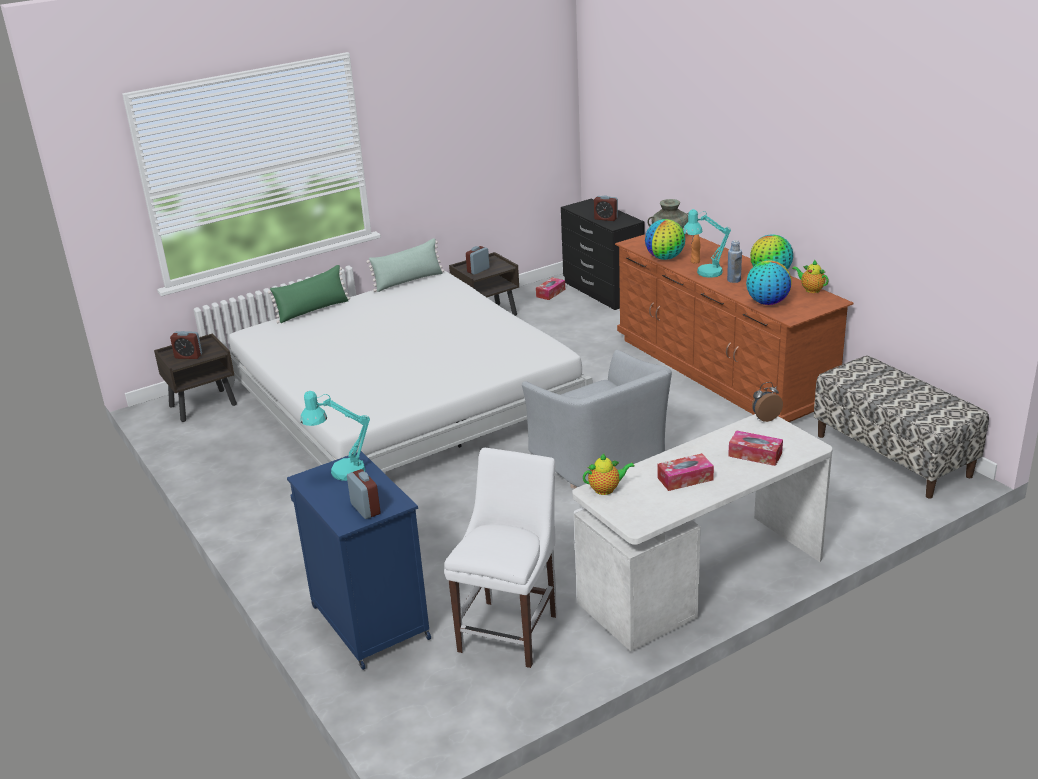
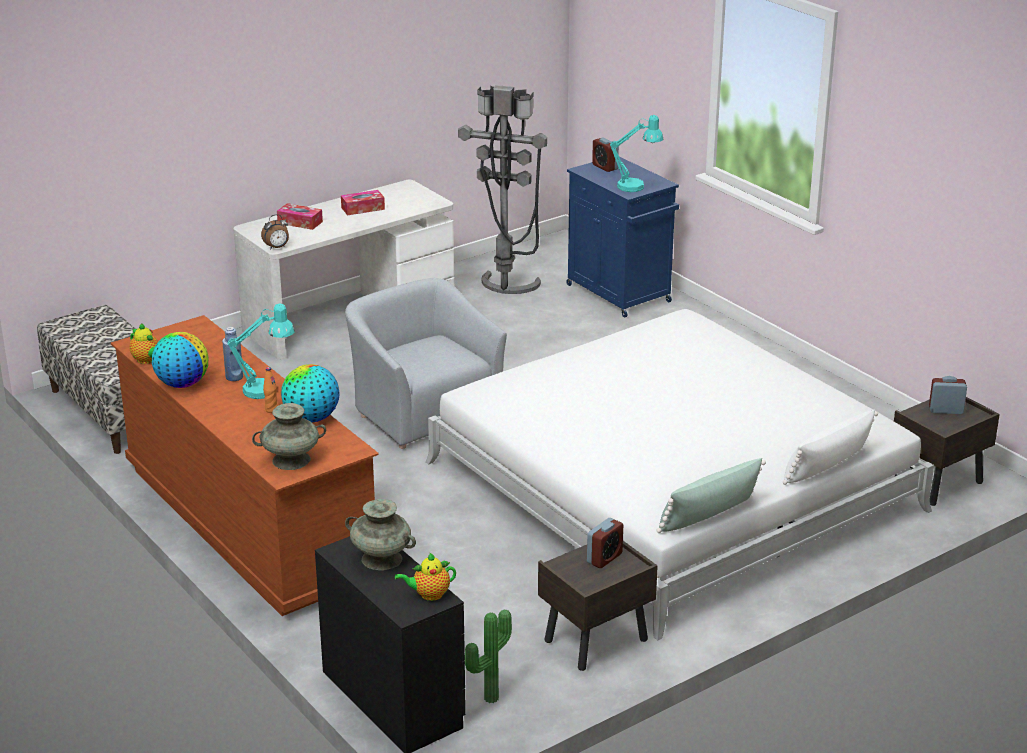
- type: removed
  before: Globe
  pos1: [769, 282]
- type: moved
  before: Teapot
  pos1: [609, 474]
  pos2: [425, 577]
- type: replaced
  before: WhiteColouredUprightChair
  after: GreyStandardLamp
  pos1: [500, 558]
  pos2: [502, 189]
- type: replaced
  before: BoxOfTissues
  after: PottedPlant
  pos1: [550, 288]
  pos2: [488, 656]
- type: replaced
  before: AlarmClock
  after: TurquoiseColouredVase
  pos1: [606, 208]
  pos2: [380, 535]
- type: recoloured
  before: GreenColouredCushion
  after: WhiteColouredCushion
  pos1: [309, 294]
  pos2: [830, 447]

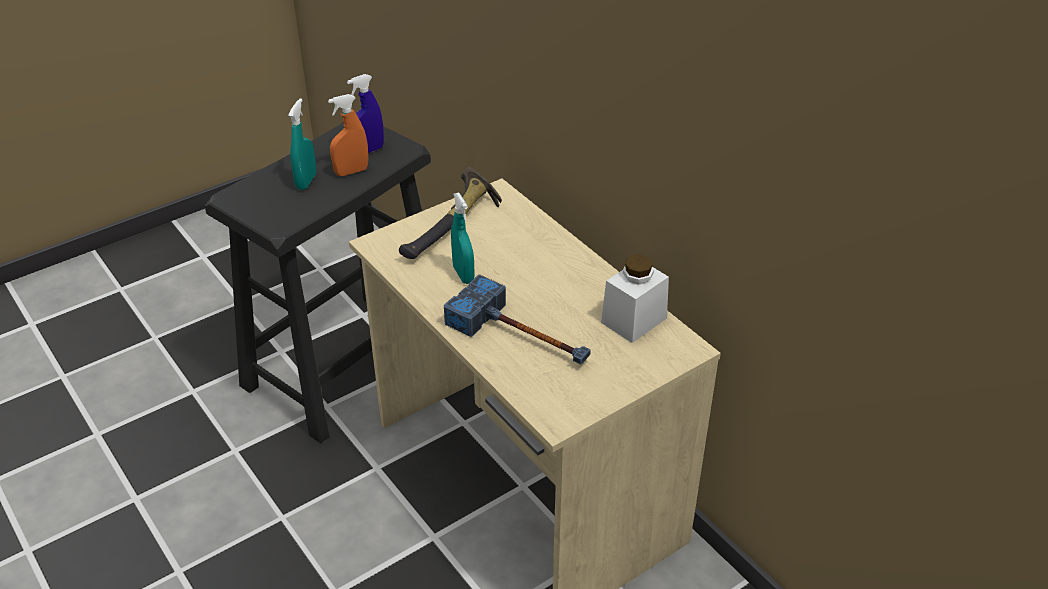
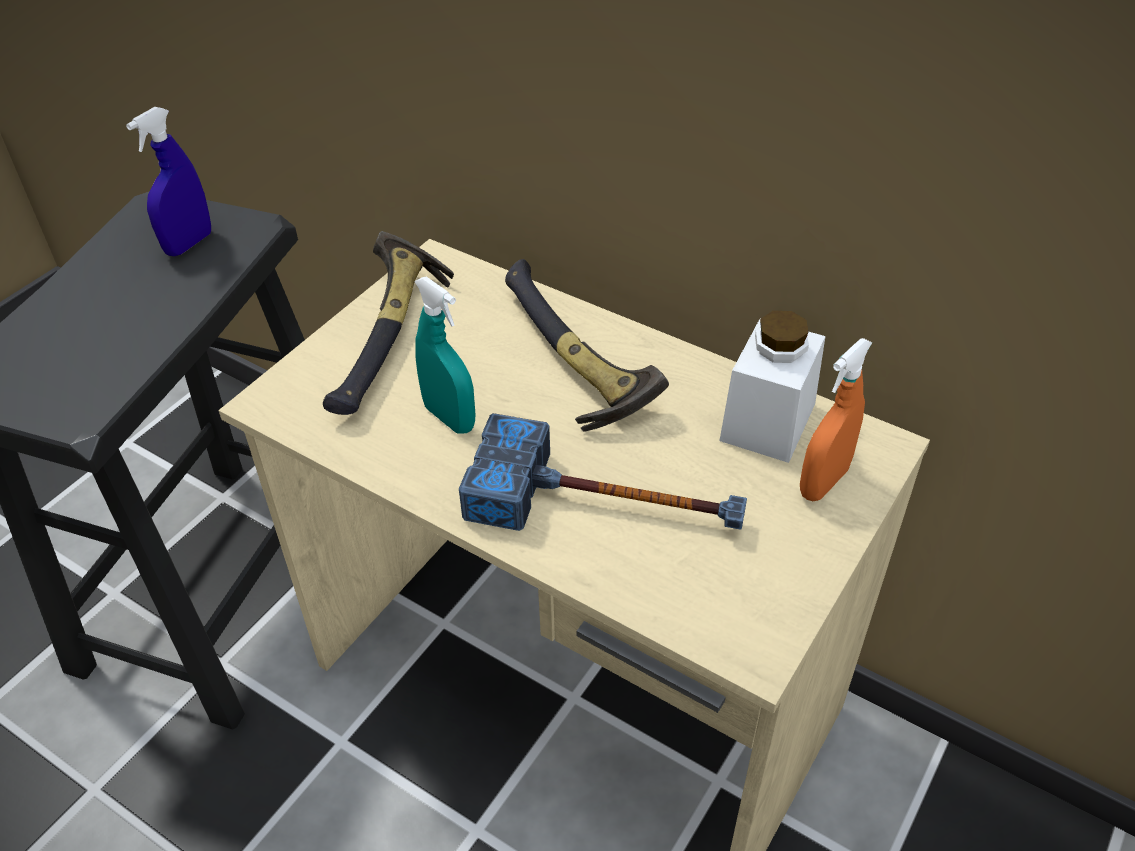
- type: removed
  before: TurquoiseColouredSprayer
  pos1: [302, 144]
- type: added
  after: Hammer
  pos2: [587, 345]
- type: moved
  before: OrangeySprayer
  pos1: [348, 135]
  pos2: [836, 419]

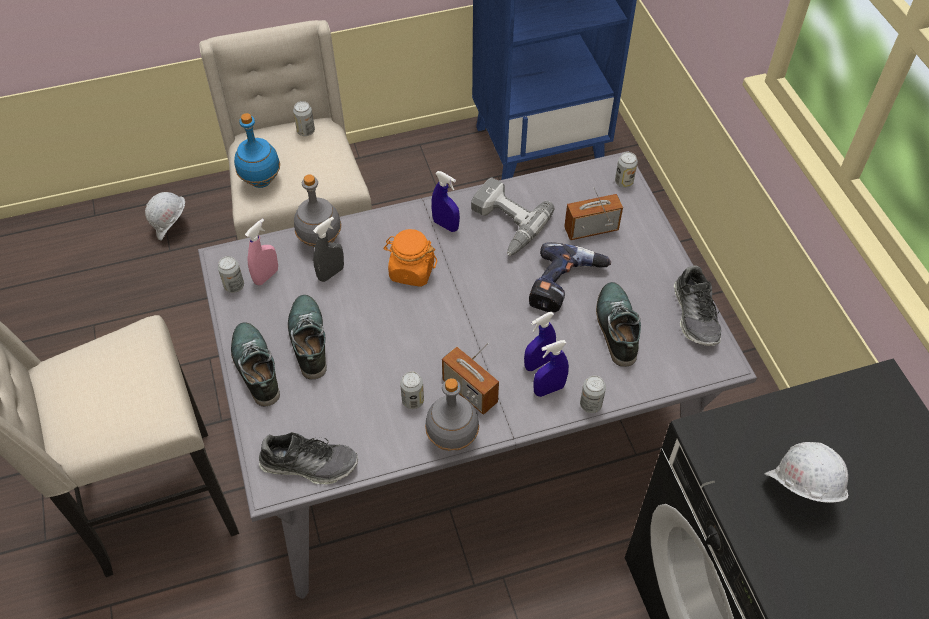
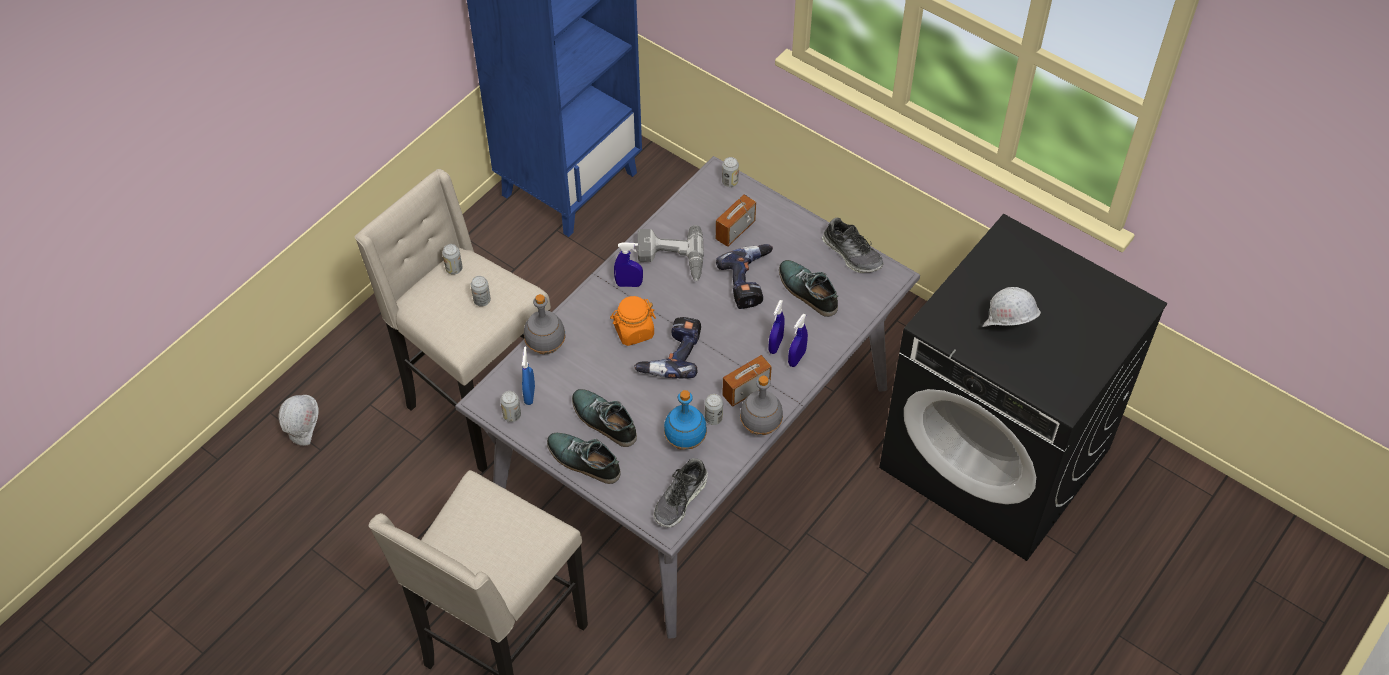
- type: removed
  before: GreySprayer
  pos1: [328, 249]
- type: added
  after: ElectricDrill
  pos2: [667, 348]
- type: moved
  before: BlueBeverageBottle
  pos1: [257, 150]
  pos2: [685, 420]
- type: moved
  before: MetalCan
  pos1: [593, 394]
  pos2: [481, 291]
- type: recoloured
  before: PinkColouredSprayer
  after: BlueSprayer
  pos1: [261, 251]
  pos2: [528, 376]
- type: turned
  before: ItemOfFootwear
  pos1: [308, 458]
  pos2: [680, 492]
  turn: 150
- type: turned
  before: RadioSet
  pos1: [470, 379]
  pos2: [747, 381]
  turn: 135

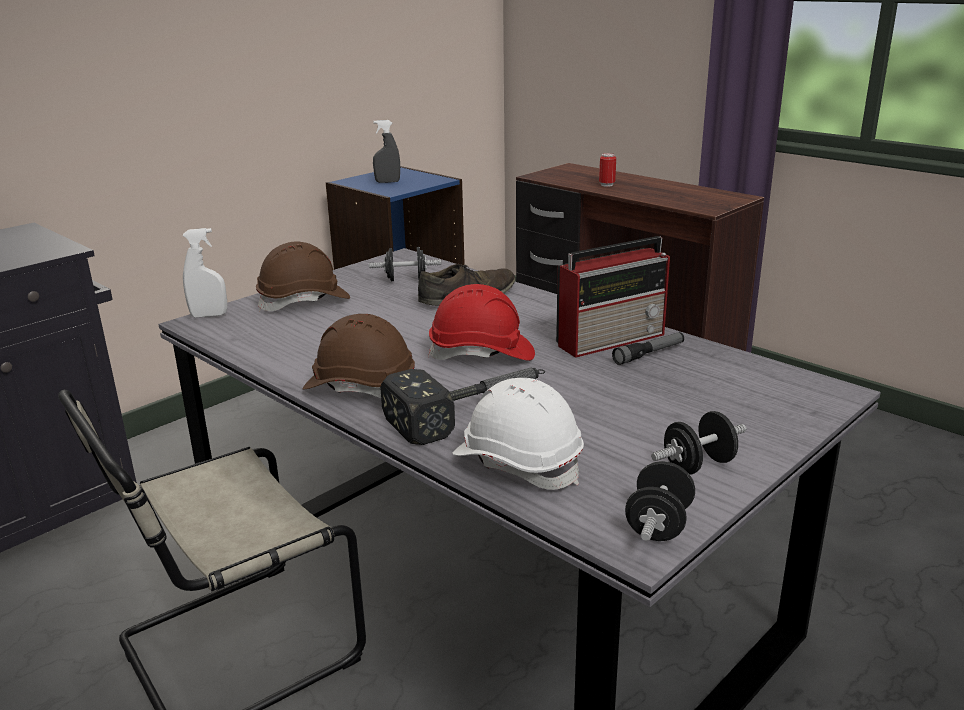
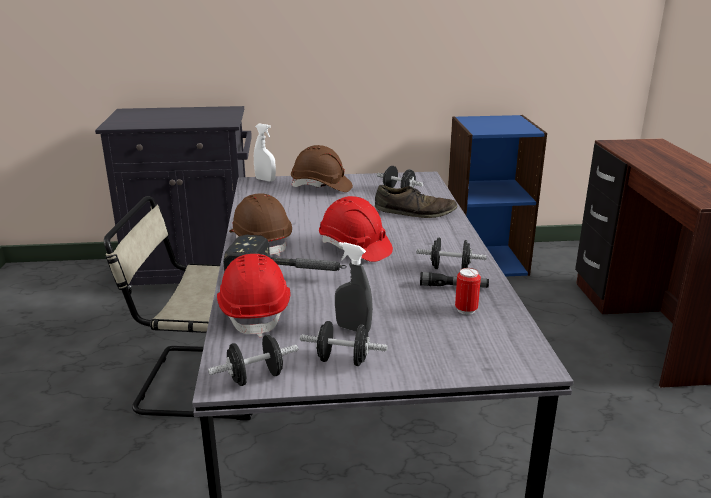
- type: moved
  before: GreySprayer
  pos1: [386, 151]
  pos2: [354, 287]
- type: moved
  before: MetalCan
  pos1: [607, 170]
  pos2: [468, 291]
- type: replaced
  before: RadioSet
  after: BlackHandWeight
  pos1: [613, 297]
  pos2: [451, 253]
- type: recoloured
  before: WhiteColouredHardHat
  after: RedHardHat
  pos1: [518, 434]
  pos2: [253, 295]

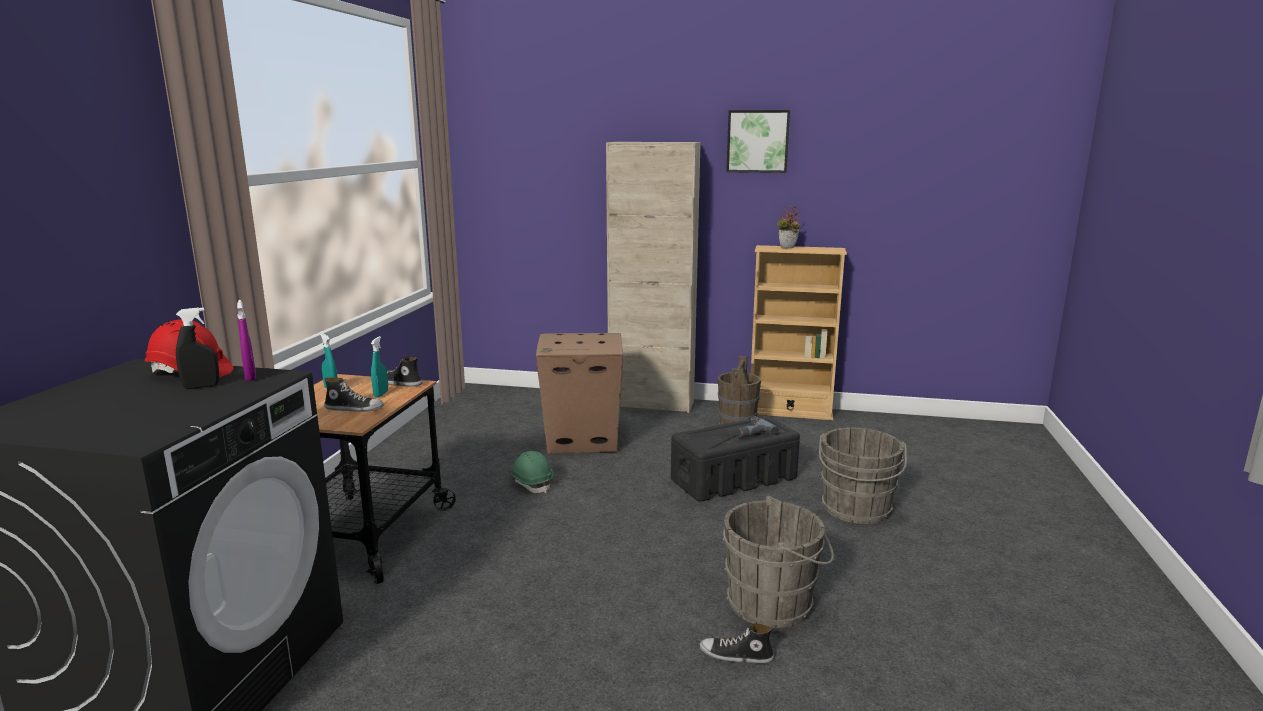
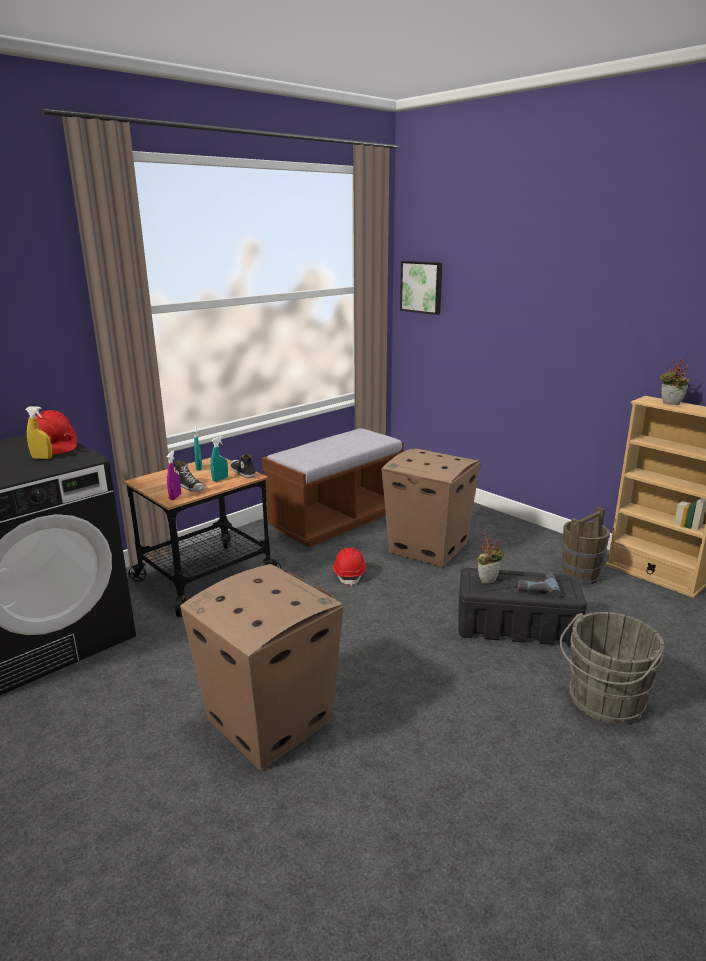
- type: removed
  before: SandColouredStorageCabinet
  pos1: [653, 277]
- type: removed
  before: ItemOfFootwear
  pos1: [737, 643]
- type: removed
  before: GreyBucket
  pos1: [778, 562]
- type: added
  after: CardboardBox
  pos2: [262, 667]
- type: added
  after: BrownishLongSeat
  pos2: [333, 487]
- type: added
  after: PottedPlant
  pos2: [490, 558]
- type: moved
  before: PurpleSprayer
  pos1: [246, 340]
  pos2: [174, 475]
- type: moved
  before: WallArt
  pos1: [758, 141]
  pos2: [421, 288]
- type: recoloured
  before: BlackSprayer
  after: YellowishSprayer
  pos1: [197, 348]
  pos2: [38, 432]
- type: recoloured
  before: GreenColouredHardHat
  after: RedHardHat
  pos1: [531, 472]
  pos2: [349, 567]

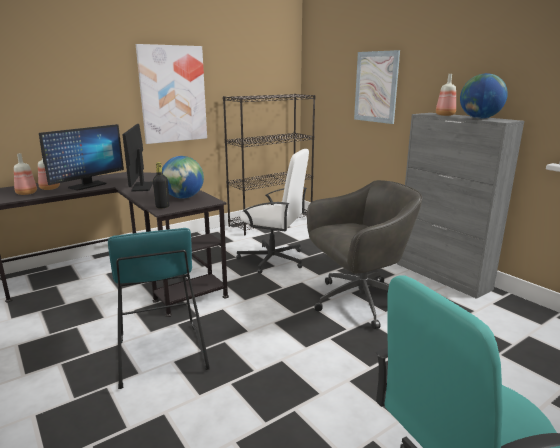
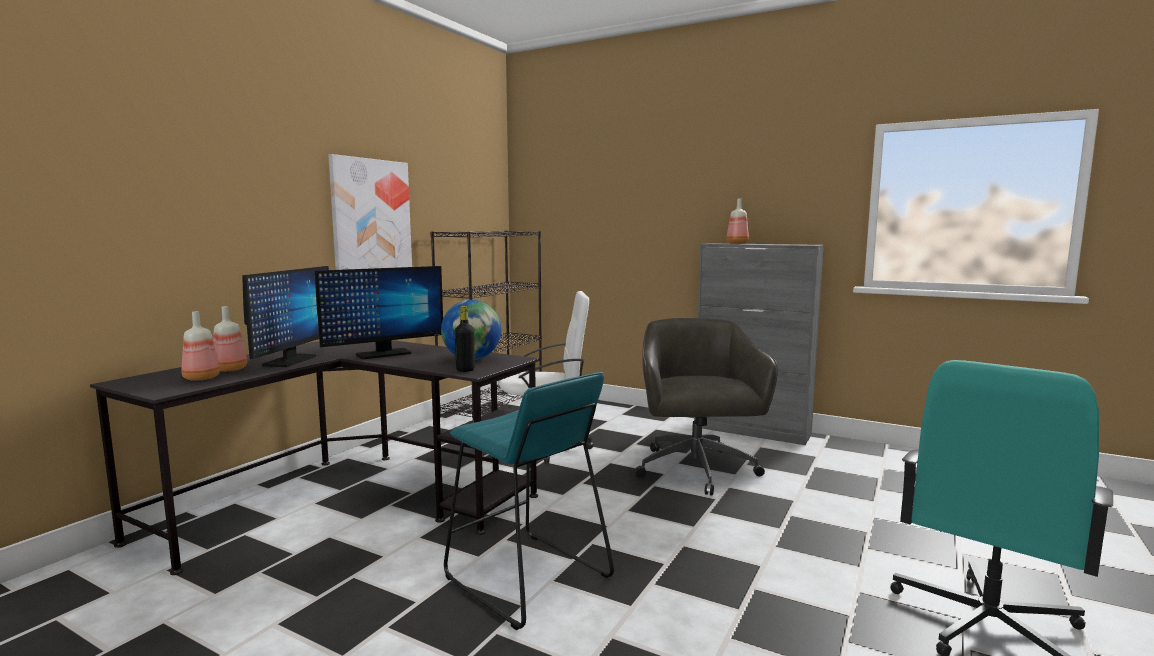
- type: removed
  before: WallArt
  pos1: [377, 87]
- type: removed
  before: Globe
  pos1: [484, 96]
- type: turned
  before: ComputerDisplay
  pos1: [137, 158]
  pos2: [379, 312]
  turn: -90
- type: turned
  before: GreyDeskChair
  pos1: [364, 254]
  pos2: [706, 407]
  turn: -45

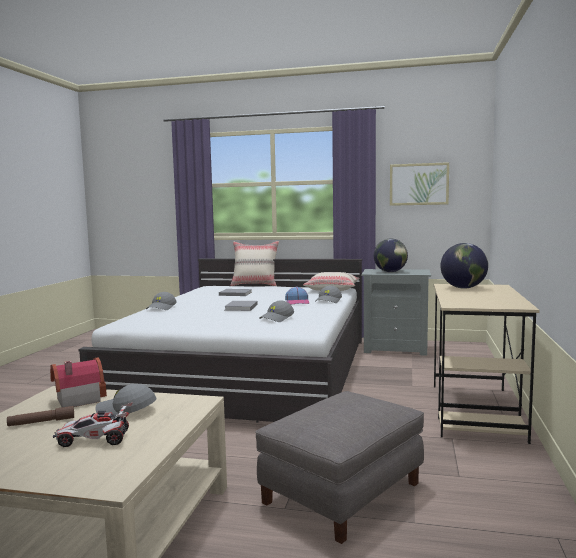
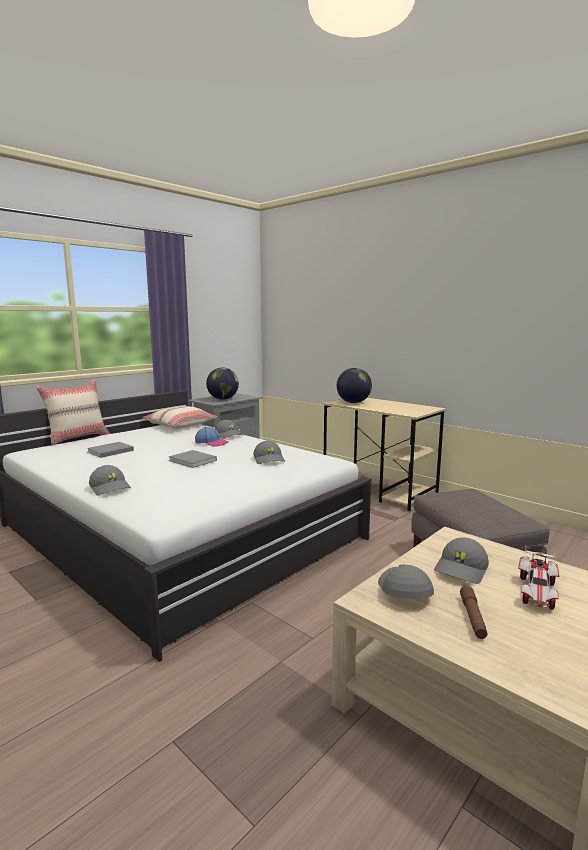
- type: removed
  before: WallArt
  pos1: [419, 184]
- type: replaced
  before: MiniatureHouse
  after: GreyBaseballCap
  pos1: [78, 382]
  pos2: [406, 582]

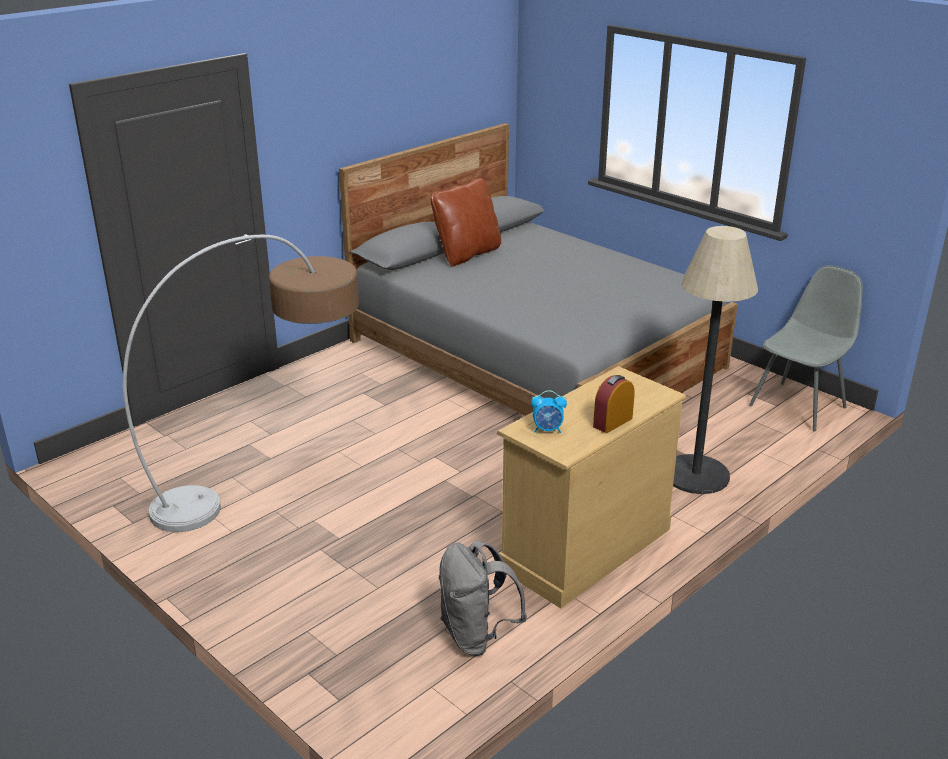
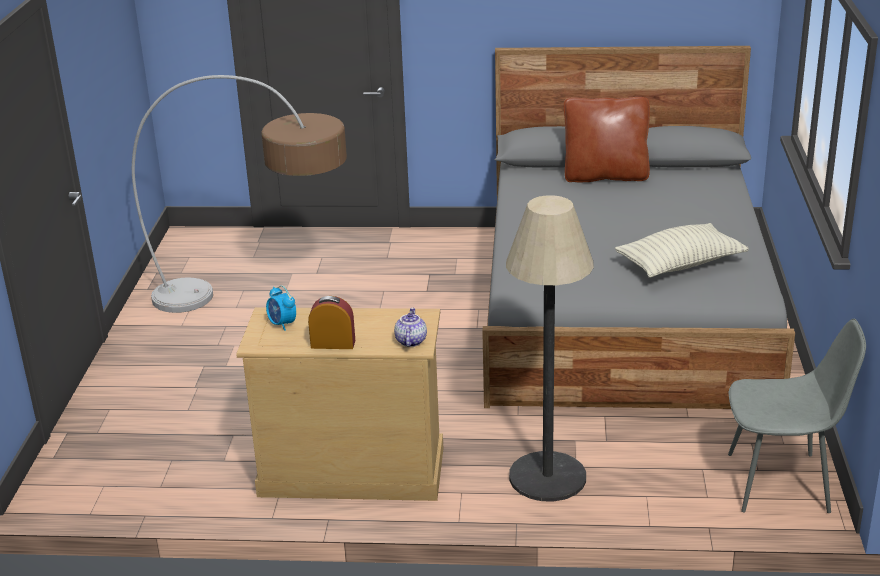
- type: removed
  before: GreyRucksack
  pos1: [483, 598]
- type: added
  after: Teapot
  pos2: [410, 327]
- type: added
  after: Cushion
  pos2: [682, 250]

